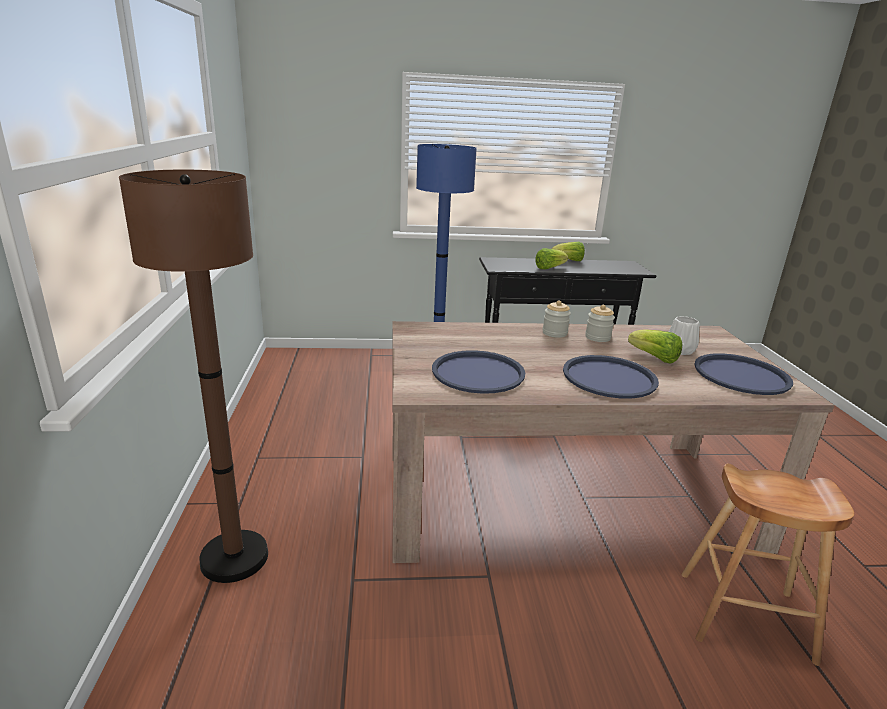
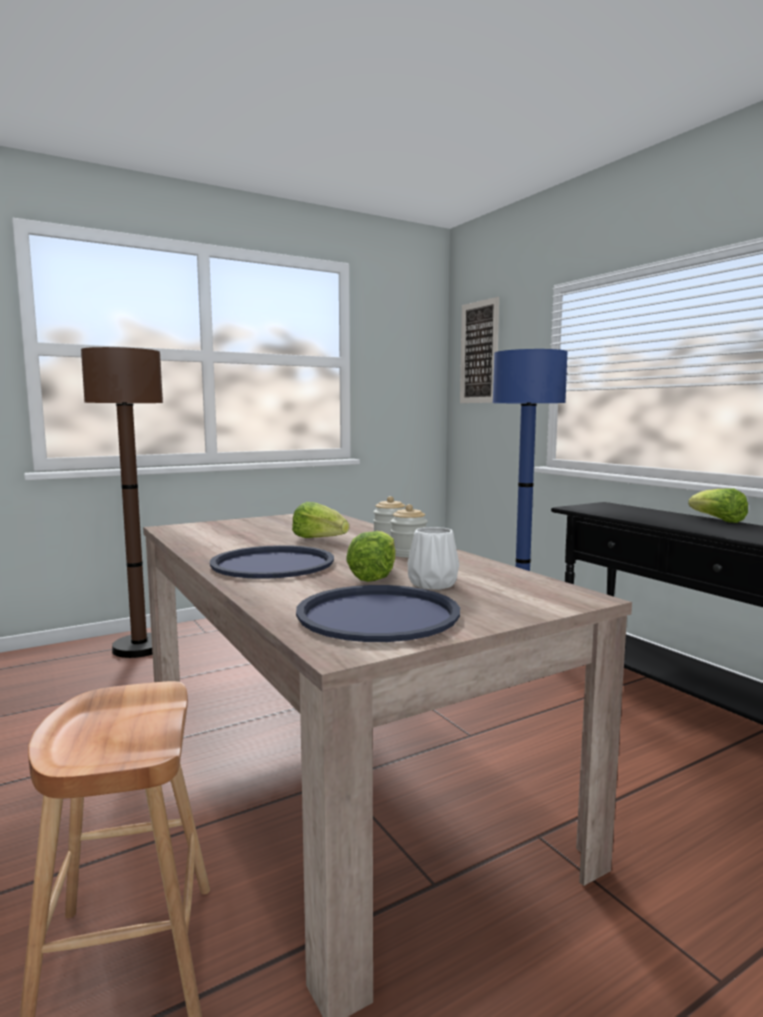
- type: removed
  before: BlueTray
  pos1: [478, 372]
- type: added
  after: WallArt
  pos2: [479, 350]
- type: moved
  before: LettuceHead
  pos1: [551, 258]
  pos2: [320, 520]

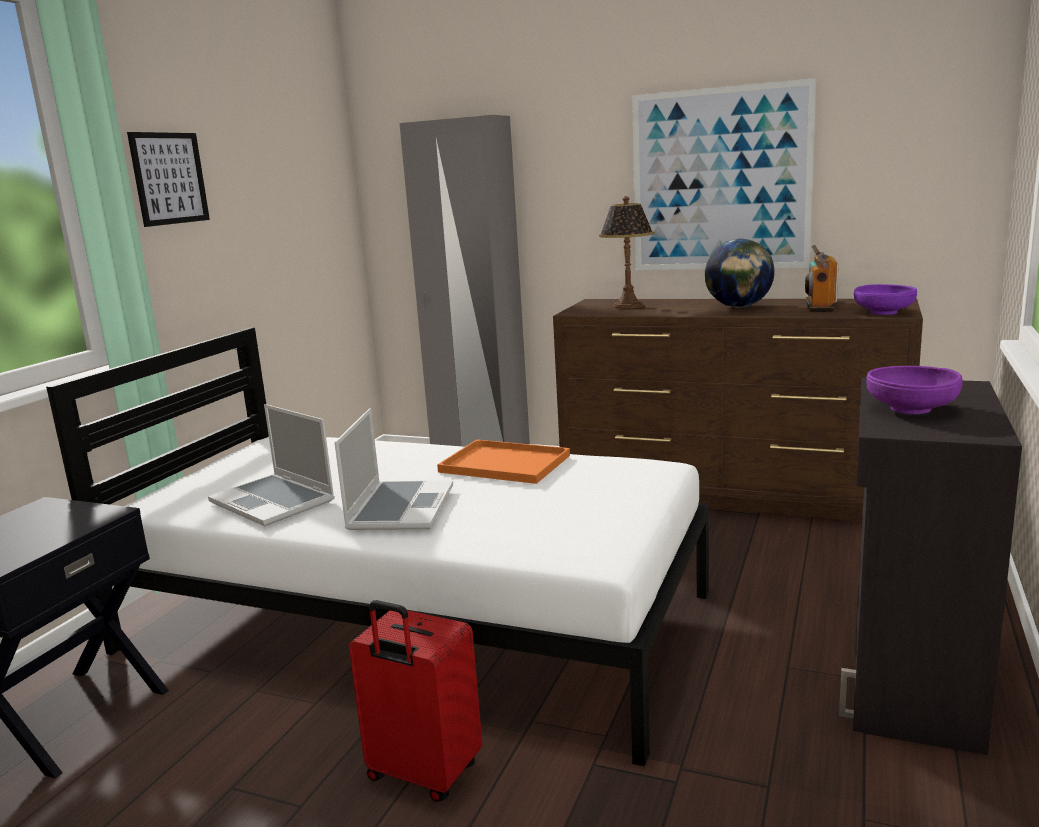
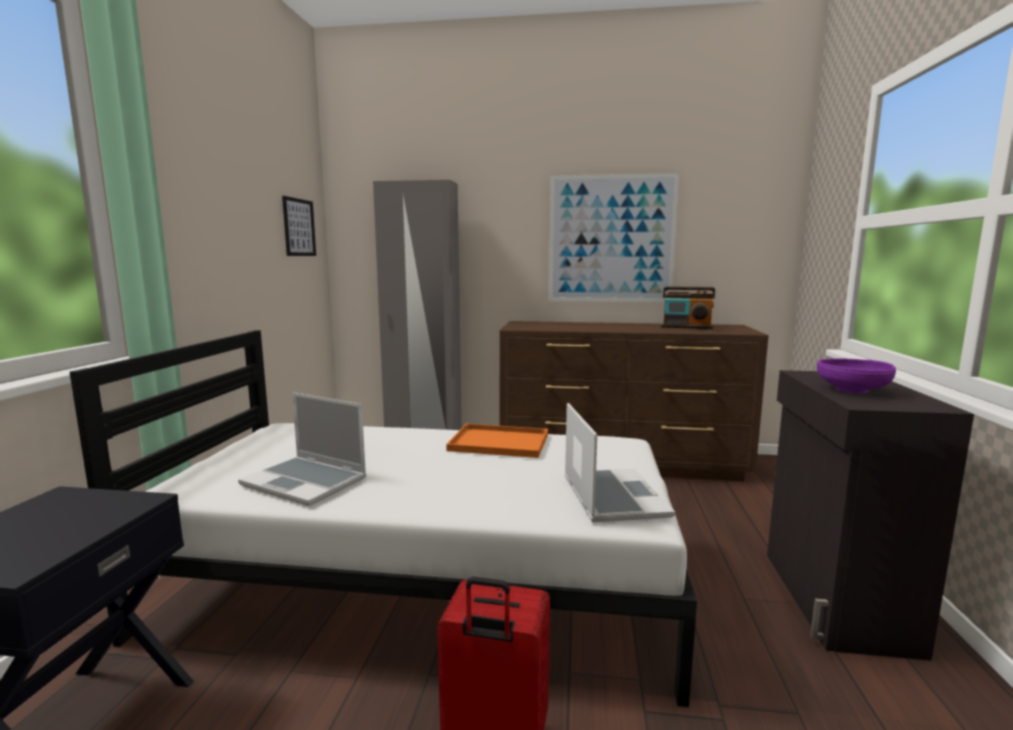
- type: removed
  before: TabletopLamp
  pos1: [627, 252]
- type: removed
  before: Globe
  pos1: [739, 273]
- type: removed
  before: PurpleBowl
  pos1: [885, 299]
- type: moved
  before: WallArt
  pos1: [168, 179]
  pos2: [299, 226]
- type: moved
  before: NotebookComputer
  pos1: [393, 469]
  pos2: [620, 462]
- type: turned
  before: RadioSet
  pos1: [822, 278]
  pos2: [688, 307]
  turn: -75

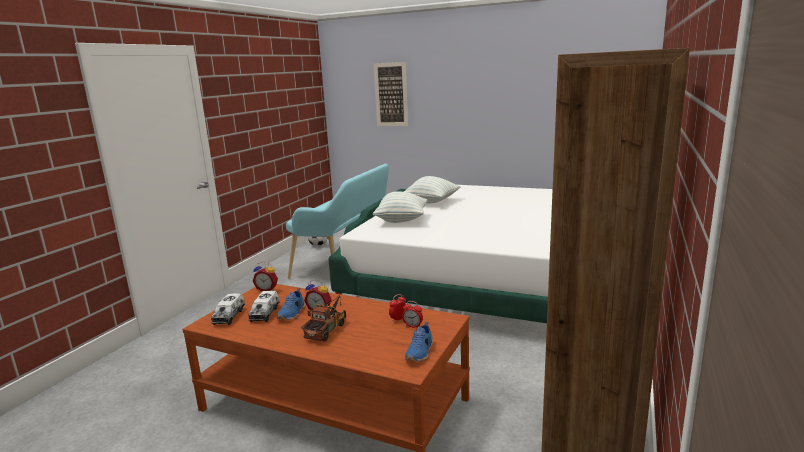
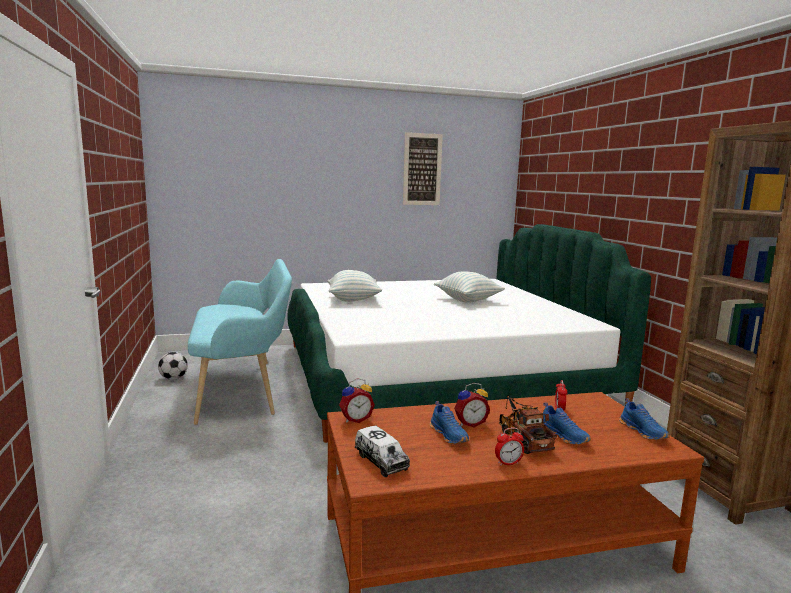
- type: removed
  before: ModelTruck
  pos1: [264, 306]
- type: added
  after: BlueItemOfFootwear
  pos2: [567, 423]
- type: moved
  before: Cushion
  pos1: [400, 207]
  pos2: [469, 287]
- type: moved
  before: WallArt
  pos1: [391, 94]
  pos2: [423, 168]
- type: moved
  before: AlarmClock
  pos1: [412, 314]
  pos2: [509, 447]

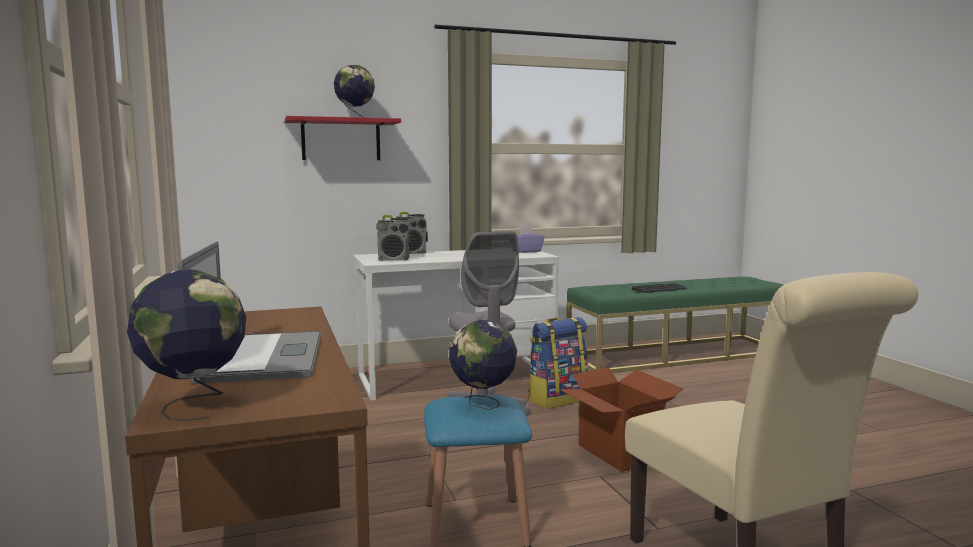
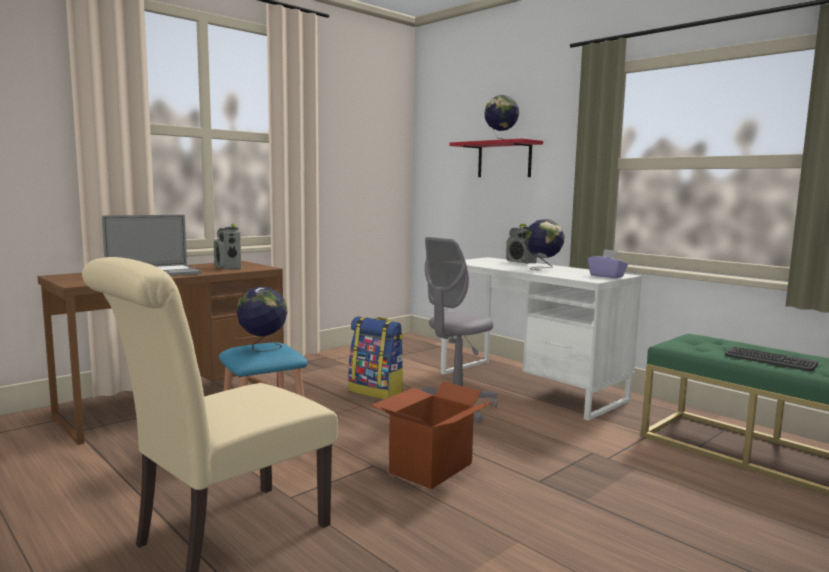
- type: moved
  before: Globe
  pos1: [186, 345]
  pos2: [545, 244]
- type: moved
  before: RadioSet
  pos1: [393, 238]
  pos2: [227, 247]
- type: moved
  before: Rucksack
  pos1: [558, 363]
  pos2: [376, 357]

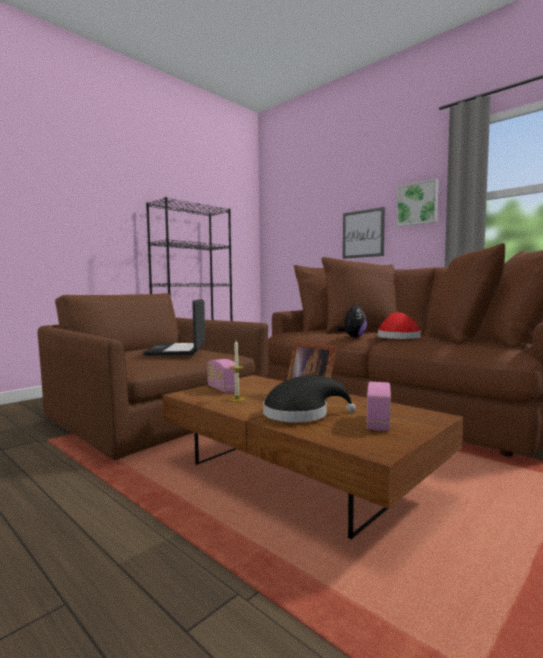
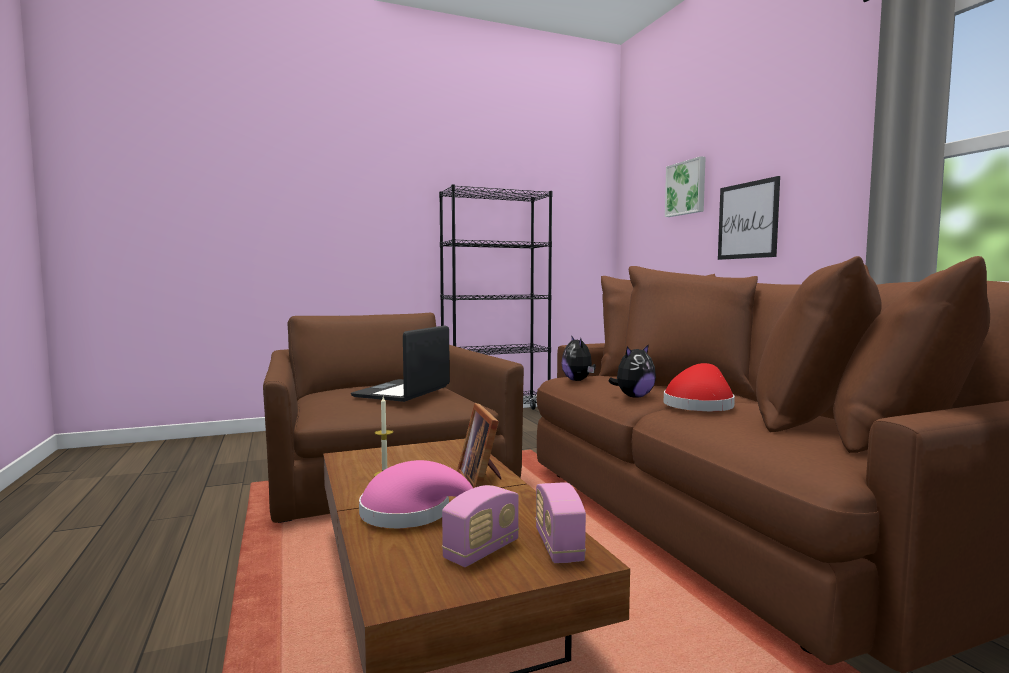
- type: added
  after: CuddlyToy
  pos2: [579, 358]
- type: moved
  before: RadioSet
  pos1: [221, 376]
  pos2: [561, 522]
- type: moved
  before: WallArt
  pos1: [417, 203]
  pos2: [685, 186]
- type: recoloured
  before: BlackHat
  after: PinkColouredHat
  pos1: [309, 398]
  pos2: [416, 494]

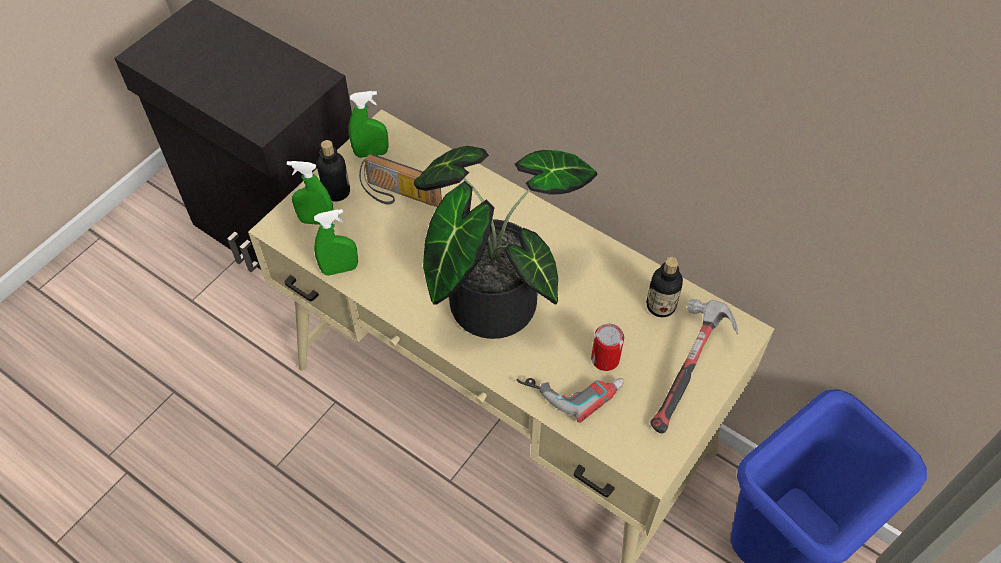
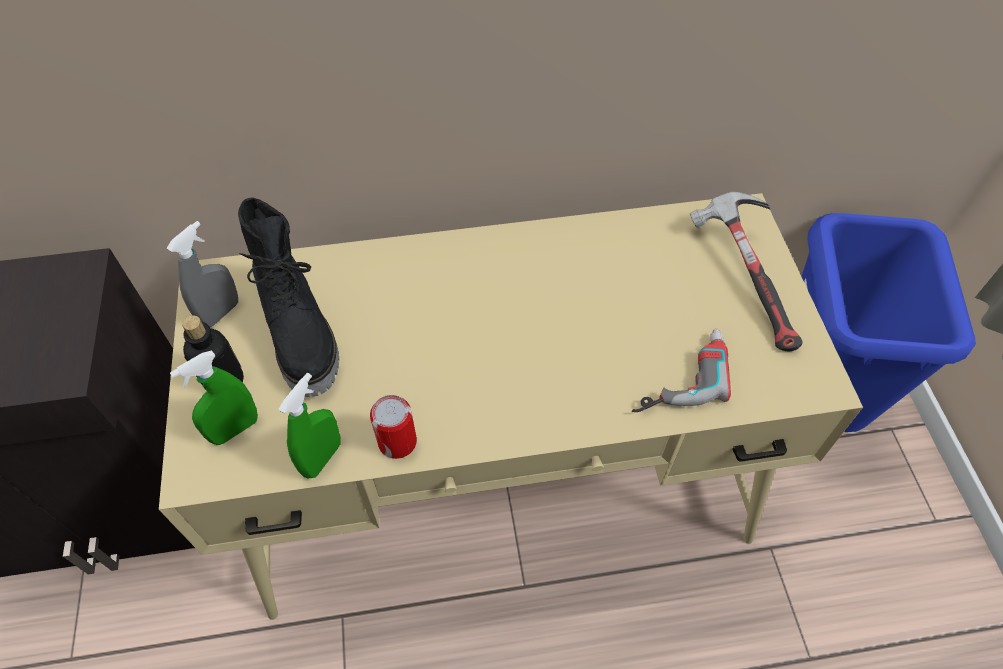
- type: removed
  before: PottedPlant
  pos1: [505, 242]
- type: removed
  before: BeverageBottle
  pos1: [664, 287]
- type: moved
  before: MetalCan
  pos1: [607, 347]
  pos2: [393, 427]
- type: replaced
  before: RadioSet
  after: BlackHighTopBoot
  pos1: [400, 180]
  pos2: [288, 297]
- type: recoloured
  before: GreenColouredSprayer
  after: GreySprayer
  pos1: [368, 124]
  pos2: [202, 274]

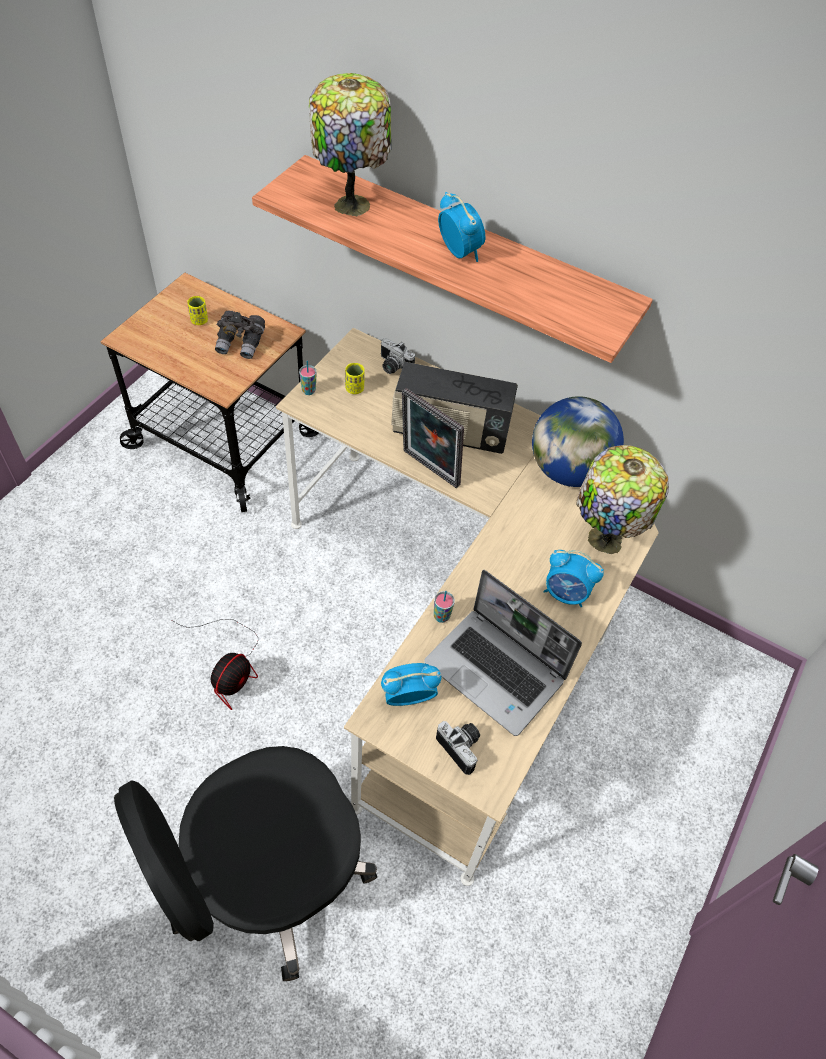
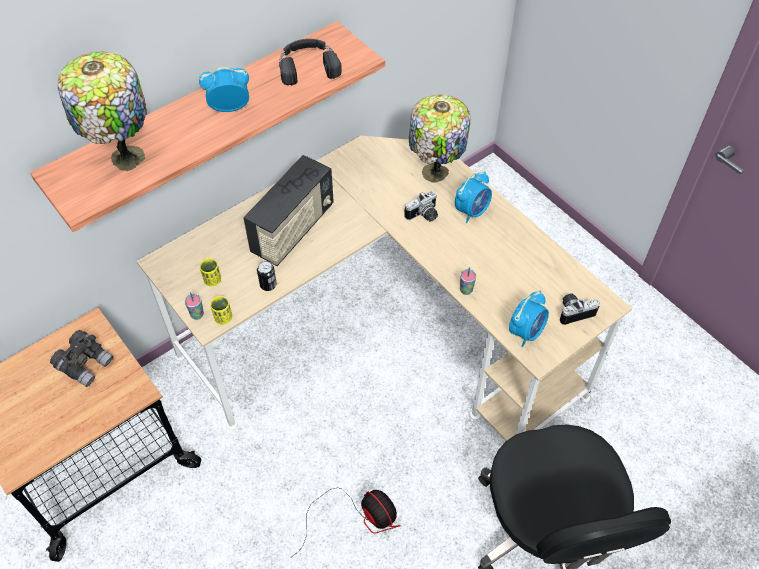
- type: removed
  before: PhotoFrame
  pos1: [433, 438]
- type: removed
  before: NotebookComputer
  pos1: [503, 653]
- type: removed
  before: Globe
  pos1: [578, 441]
- type: added
  after: MetalCan
  pos2: [267, 276]
- type: added
  after: BlackHeadset
  pos2: [310, 62]
- type: moved
  before: YellowishDrinkingCup
  pos1: [197, 310]
  pos2: [221, 310]
- type: moved
  before: StillCamera
  pos1: [398, 356]
  pos2: [421, 206]
- type: turned
  before: AlarmClock
  pos1: [411, 684]
  pos2: [529, 319]
  turn: -150

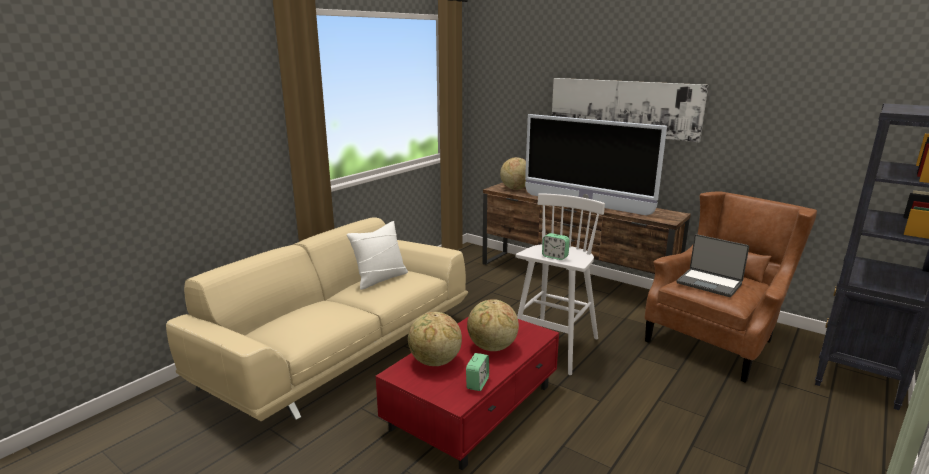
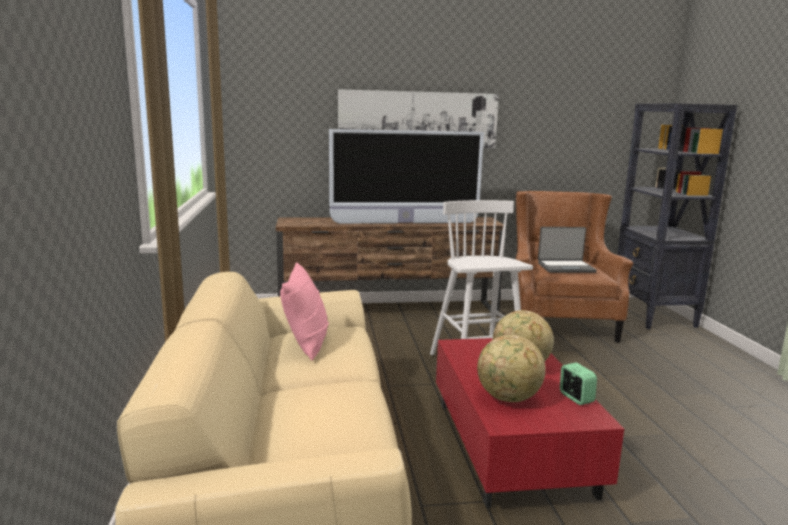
- type: removed
  before: Globe
  pos1: [513, 173]
- type: removed
  before: AlarmClock
  pos1: [556, 246]
- type: recoloured
  before: WhiteColouredCushion
  after: PinkColouredCushion
  pos1: [377, 255]
  pos2: [304, 311]

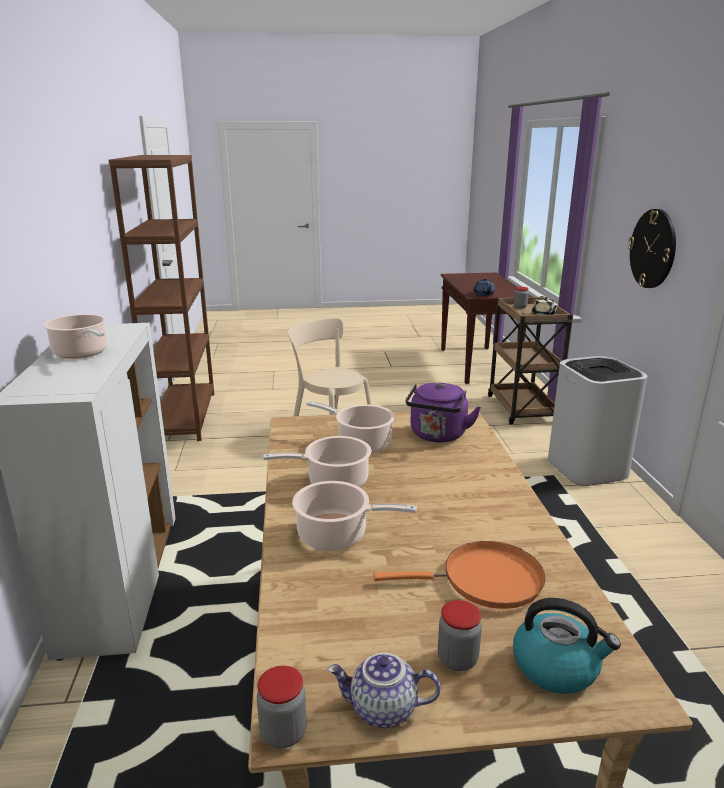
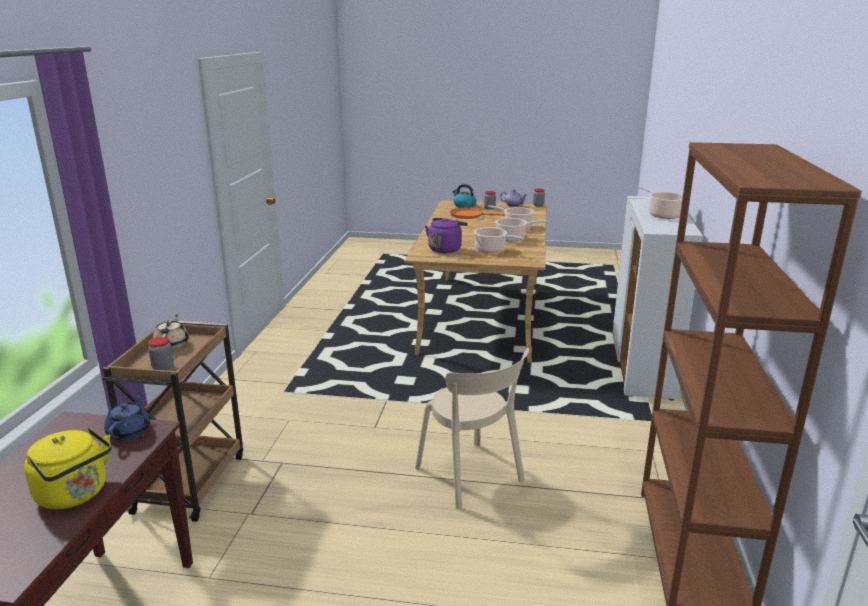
- type: removed
  before: WhiteColouredWasteBin
  pos1: [597, 421]
- type: removed
  before: HangingClock
  pos1: [652, 248]
- type: added
  after: YellowishTeaKettle
  pos2: [67, 468]

